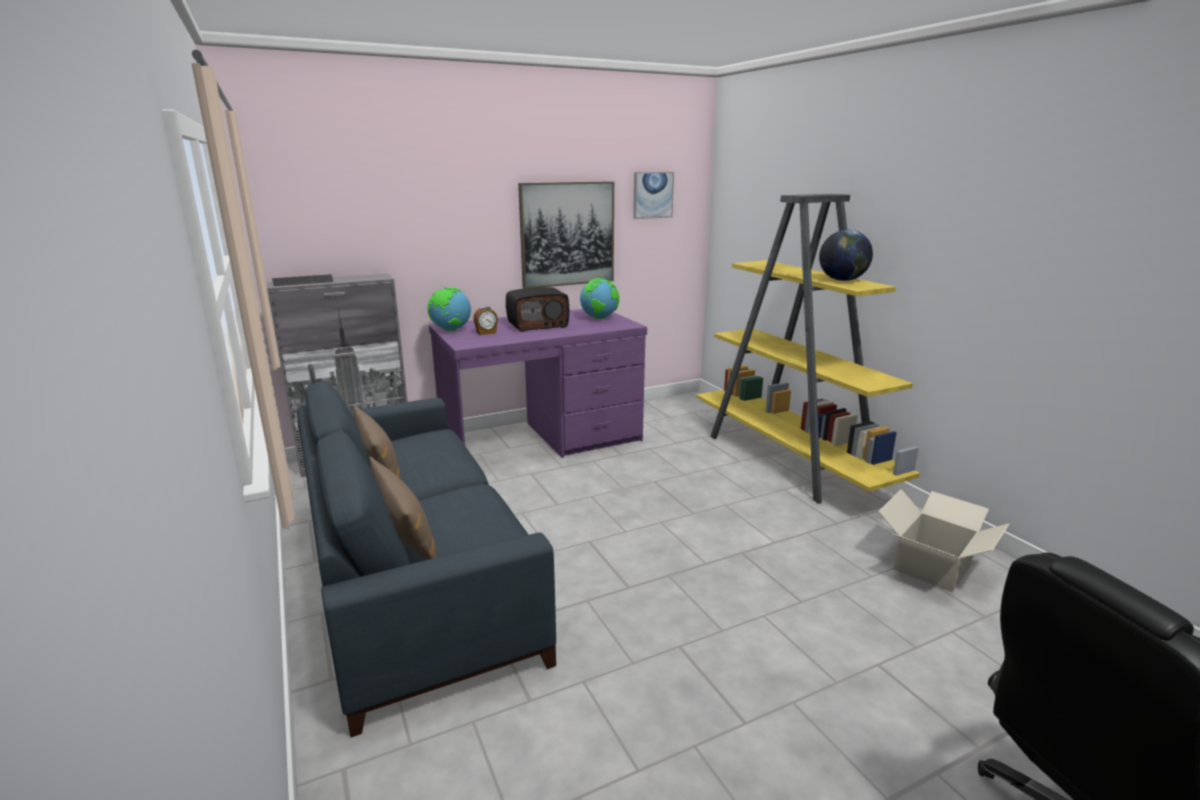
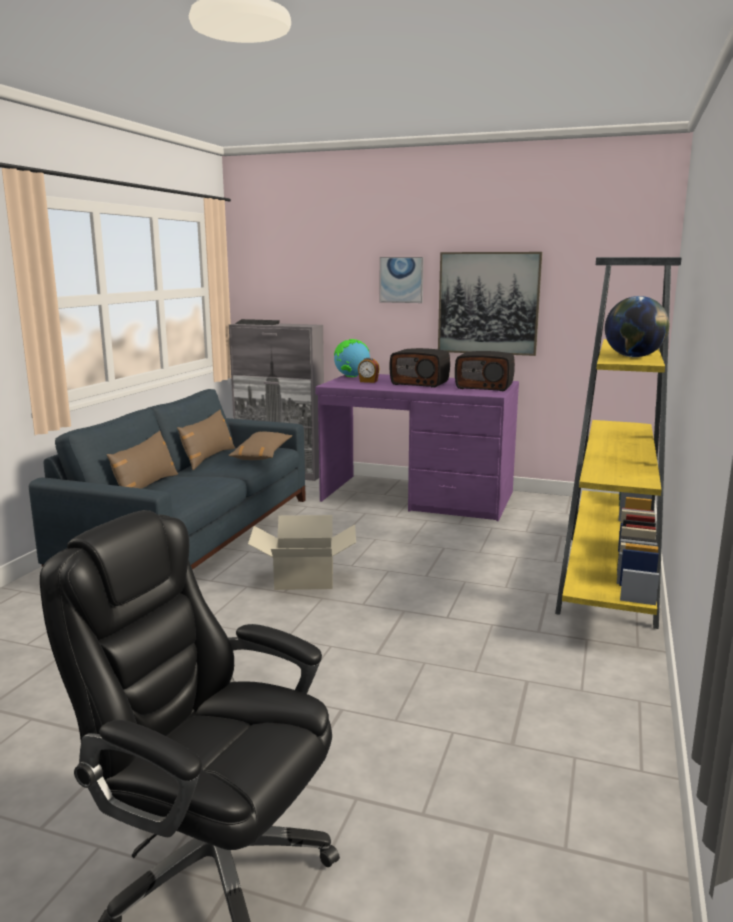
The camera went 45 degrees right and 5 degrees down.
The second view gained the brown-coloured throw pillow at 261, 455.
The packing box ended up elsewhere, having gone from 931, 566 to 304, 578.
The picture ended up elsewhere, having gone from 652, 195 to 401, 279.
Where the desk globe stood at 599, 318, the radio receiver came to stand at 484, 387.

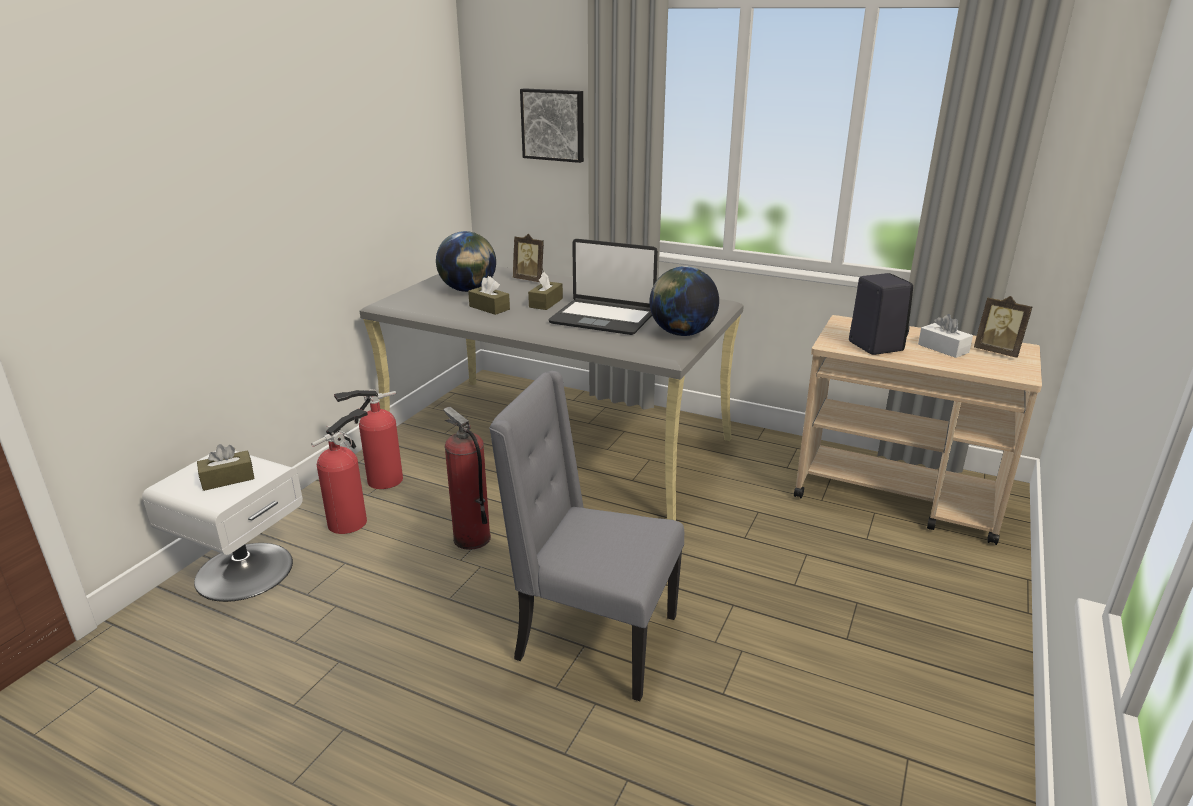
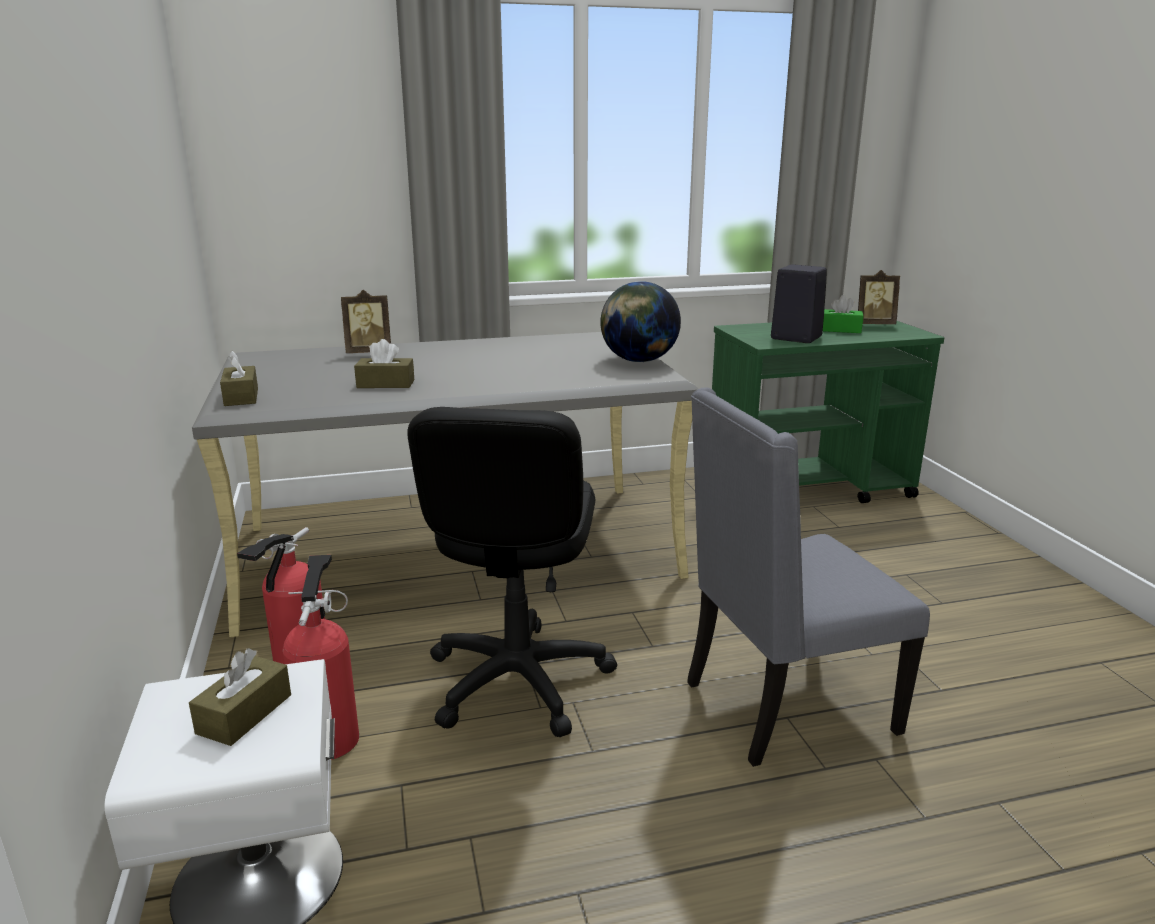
The camera went 40 degrees left and 5 degrees down.
The brown-coloured box of tissues ended up elsewhere, having gone from 546, 303 to 241, 397.
Where the fire extinguisher stood at 471, 538, the black-coloured desk chair came to stand at 517, 680.
What was the sand-coloured wheeled cart at 898, 497 turned into the green wheeled cart at 809, 489.
What was the white-coloured box of tissues at 943, 348 turned into the green box of tissues at 839, 330.
The second view lost the desk globe at 468, 290.
The second view lost the picture at 553, 125.
The second view lost the laptop at 603, 318.

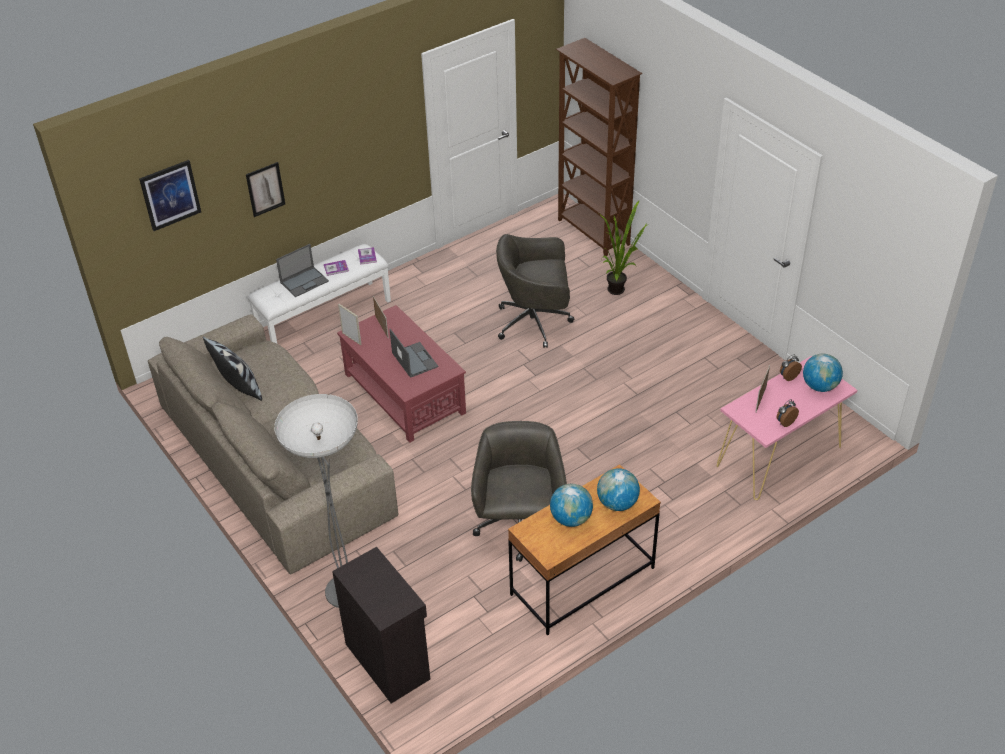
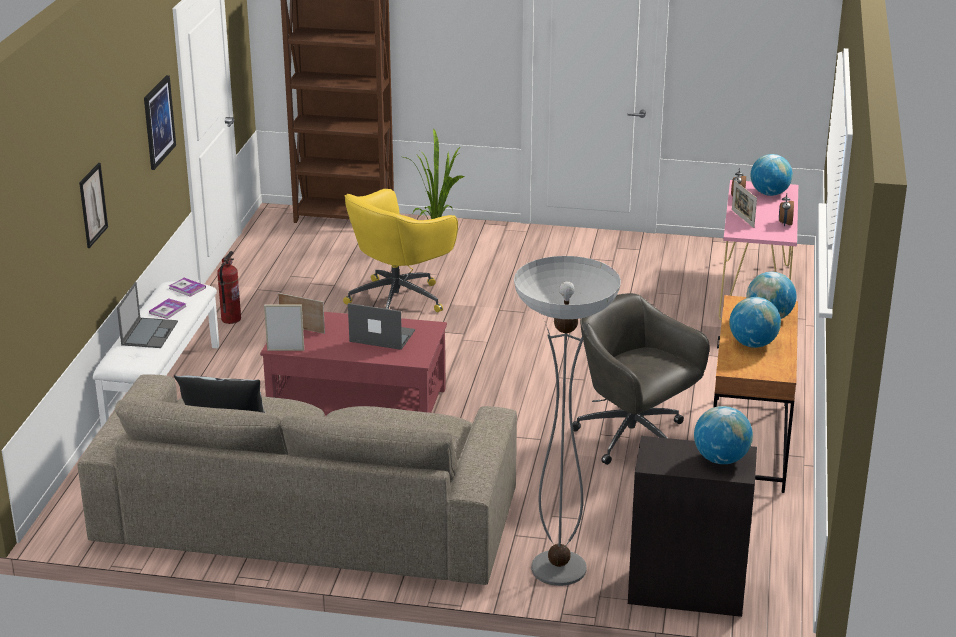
The camera went 45 degrees left and 15 degrees down.
The picture ended up elsewhere, having gone from 170, 195 to 158, 122.
The second view gained the fire extinguisher at 231, 319.
What was the greyish desk chair at 535, 322 turned into the yellow desk chair at 399, 299.
The second view gained the desk globe at 721, 459.

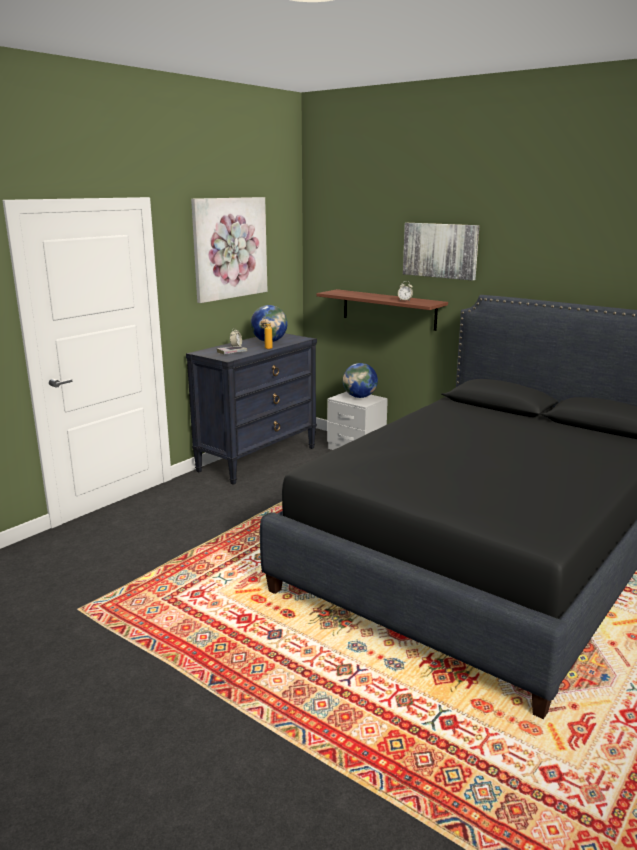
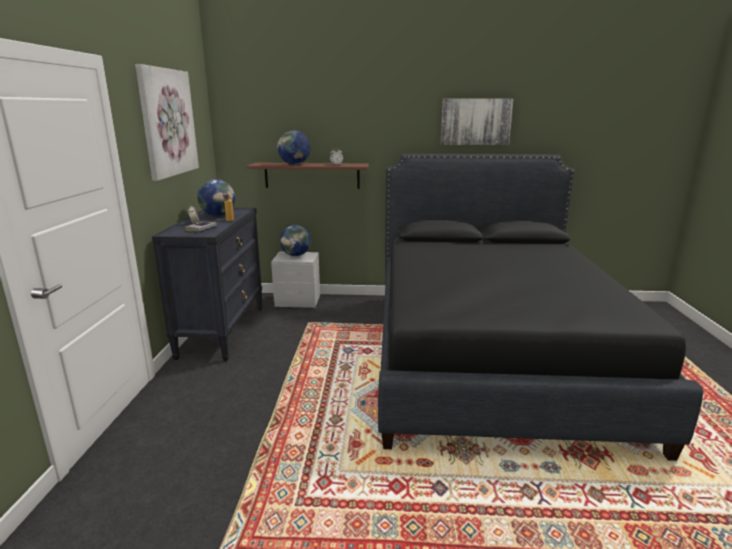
The camera went 35 degrees left and 0 degrees up.
The second view gained the desk globe at 294, 164.
The picture ended up elsewhere, having gone from 440, 250 to 475, 122.

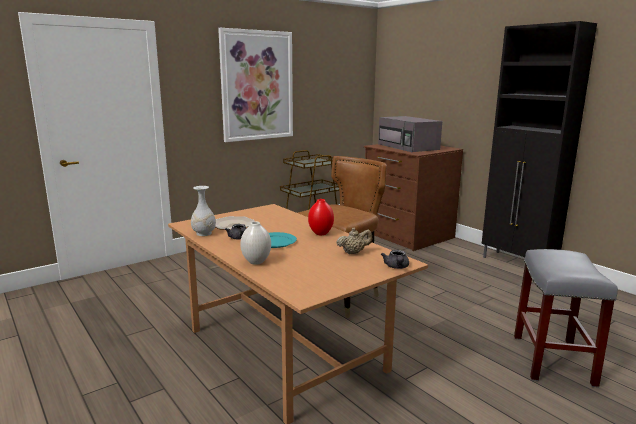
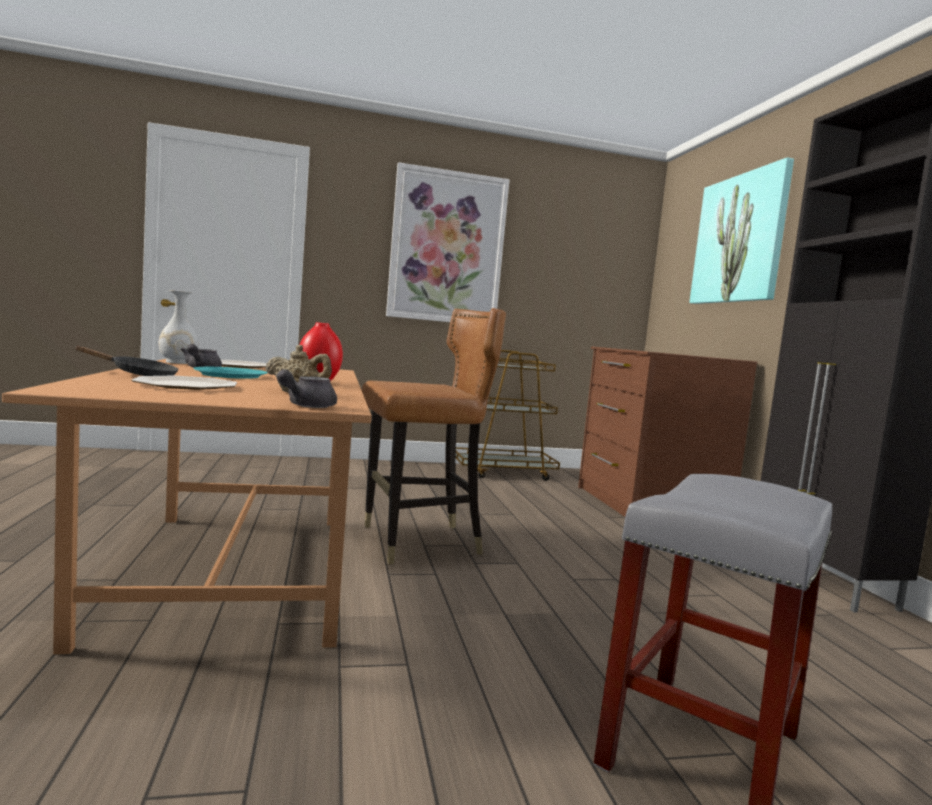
The camera went 25 degrees right and 10 degrees down.
Where the white-coloured vase stood at 256, 262, the black-coloured frying pan came to stand at 138, 375.
The second view gained the plate at 187, 385.
The second view gained the picture at 740, 239.
The second view lost the greyish kitchen microwave at 408, 147.

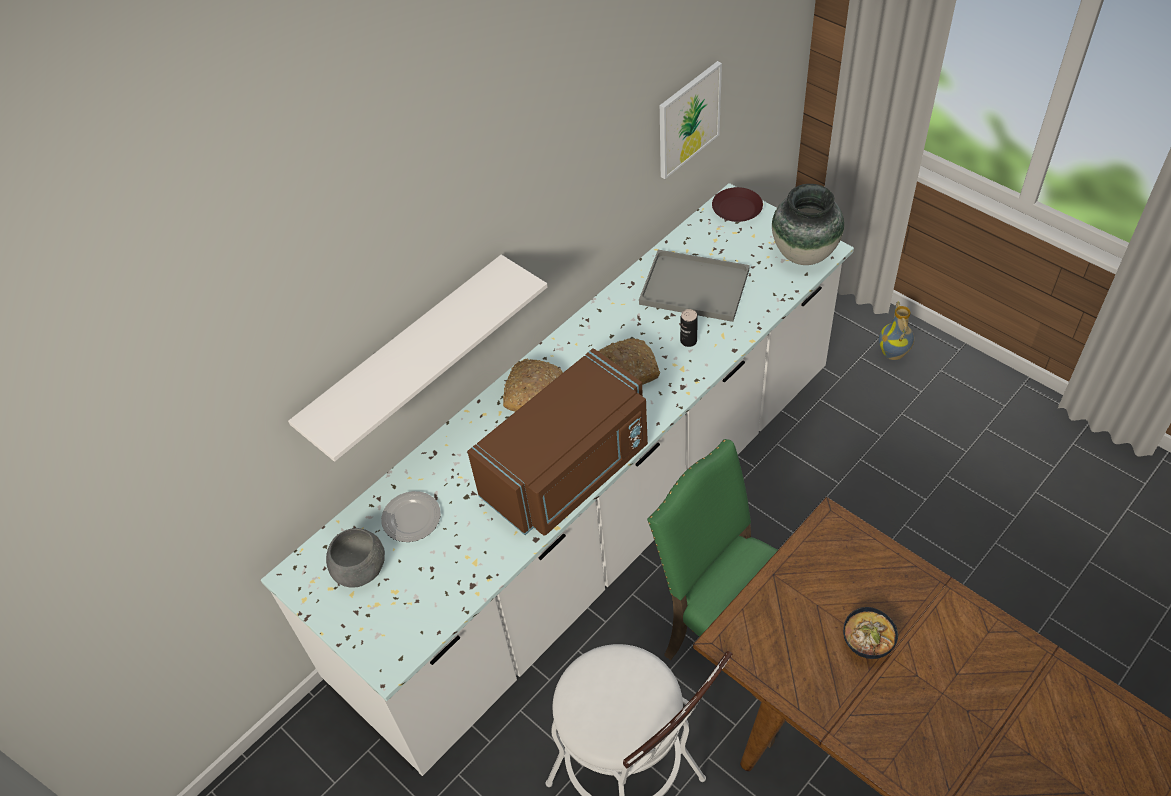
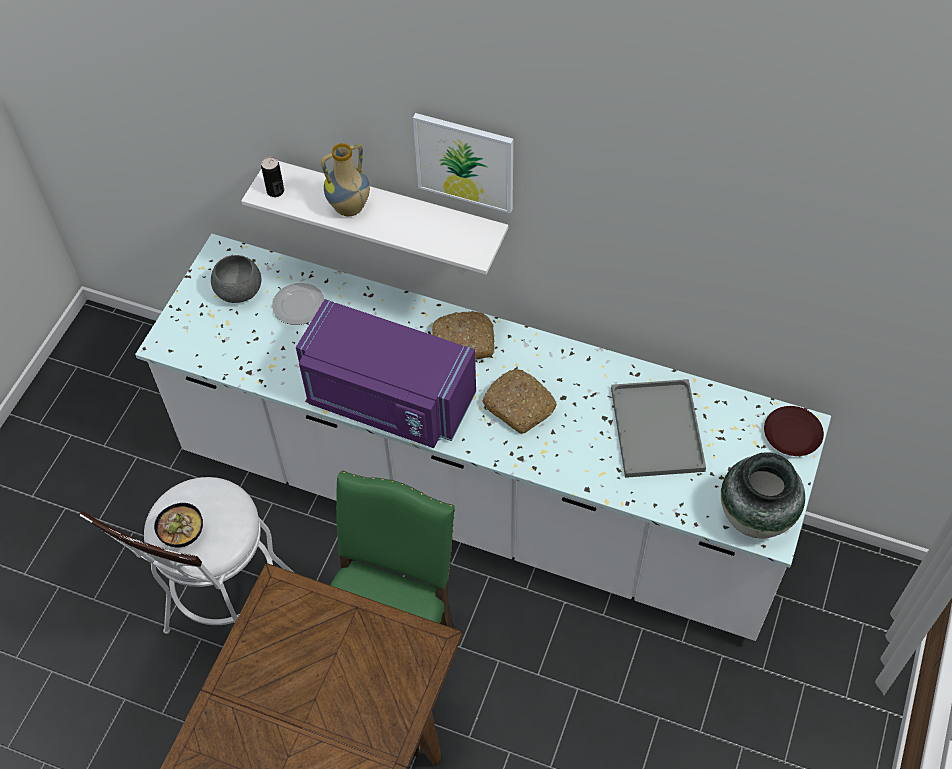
The camera went 65 degrees right and 5 degrees up.
The serving bowl ended up elsewhere, having gone from 866, 644 to 182, 534.
The sealed can ended up elsewhere, having gone from 688, 341 to 275, 191.
What was the brown-coloured kitchen microwave at 569, 471 turned into the purplish kitchen microwave at 387, 400.
The vase ended up elsewhere, having gone from 894, 353 to 349, 209.
The picture ended up elsewhere, having gone from 688, 119 to 465, 162.

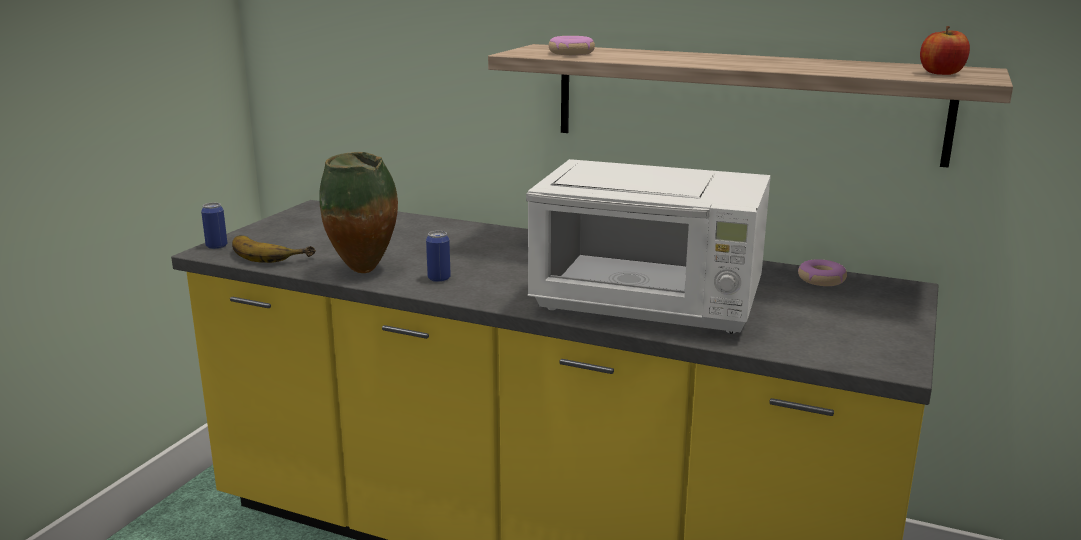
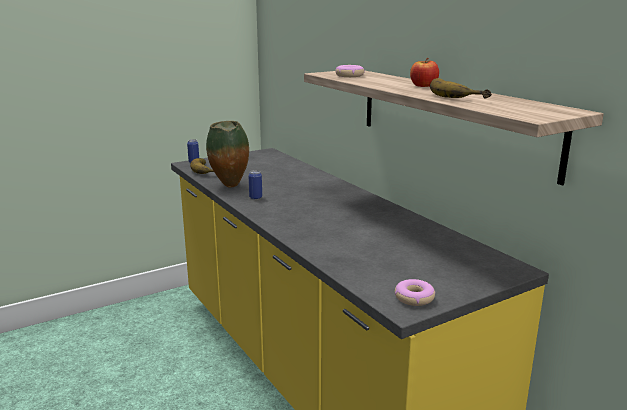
The camera went 35 degrees right and 0 degrees up.
The doughnut ended up elsewhere, having gone from 821, 280 to 414, 298.
The apple fruit ended up elsewhere, having gone from 941, 73 to 423, 86.
The second view gained the banana at 458, 95.
The second view lost the white-coloured kitchen microwave at 649, 306.

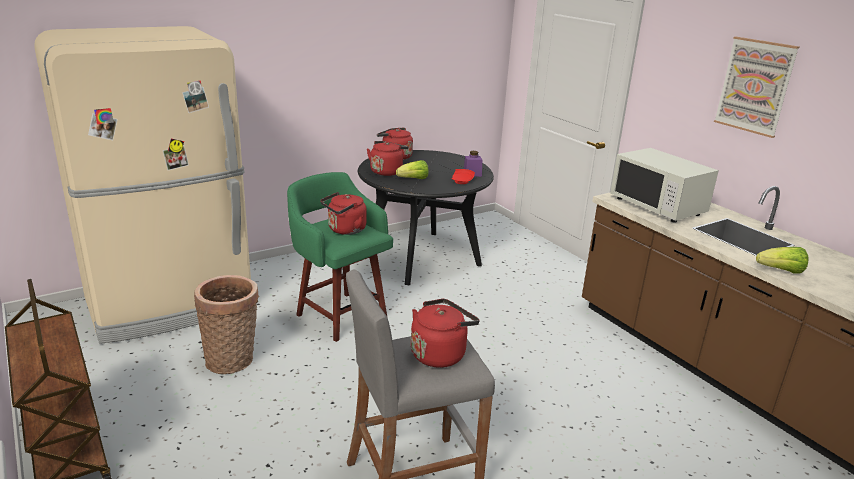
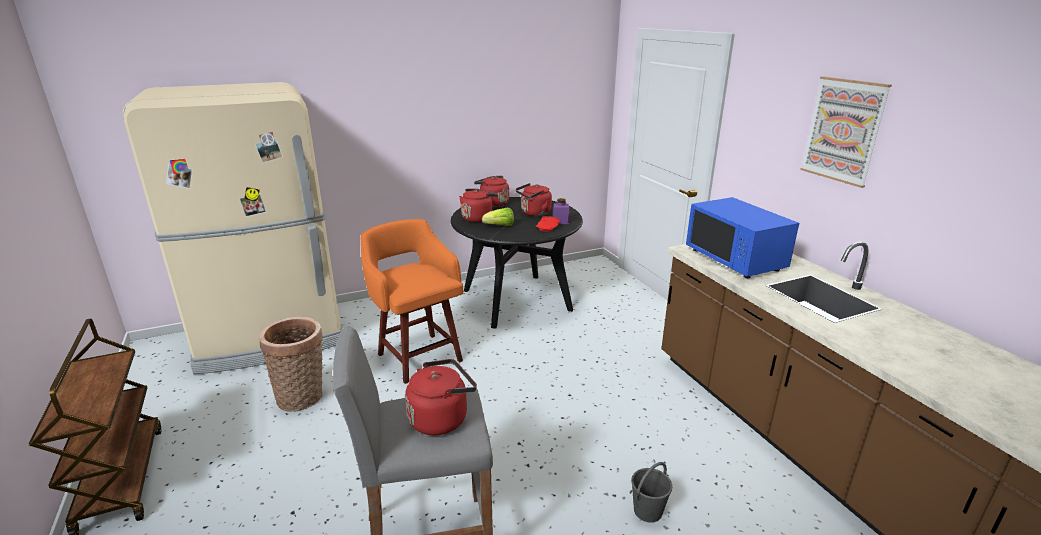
The camera went 10 degrees right and 0 degrees up.
What was the green sitting stool at 339, 315 turned into the orange sitting stool at 418, 356.
The reddish kettle ended up elsewhere, having gone from 345, 230 to 534, 213.
The second view gained the greyish bucket at 647, 511.
What was the white-coloured kitchen microwave at 657, 206 turned into the blue kitchen microwave at 735, 259.
The second view lost the lettuce head at 781, 271.

